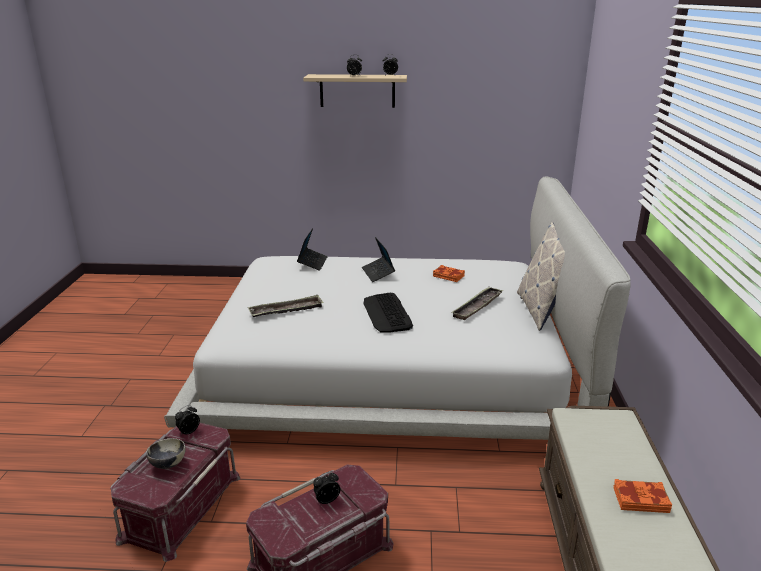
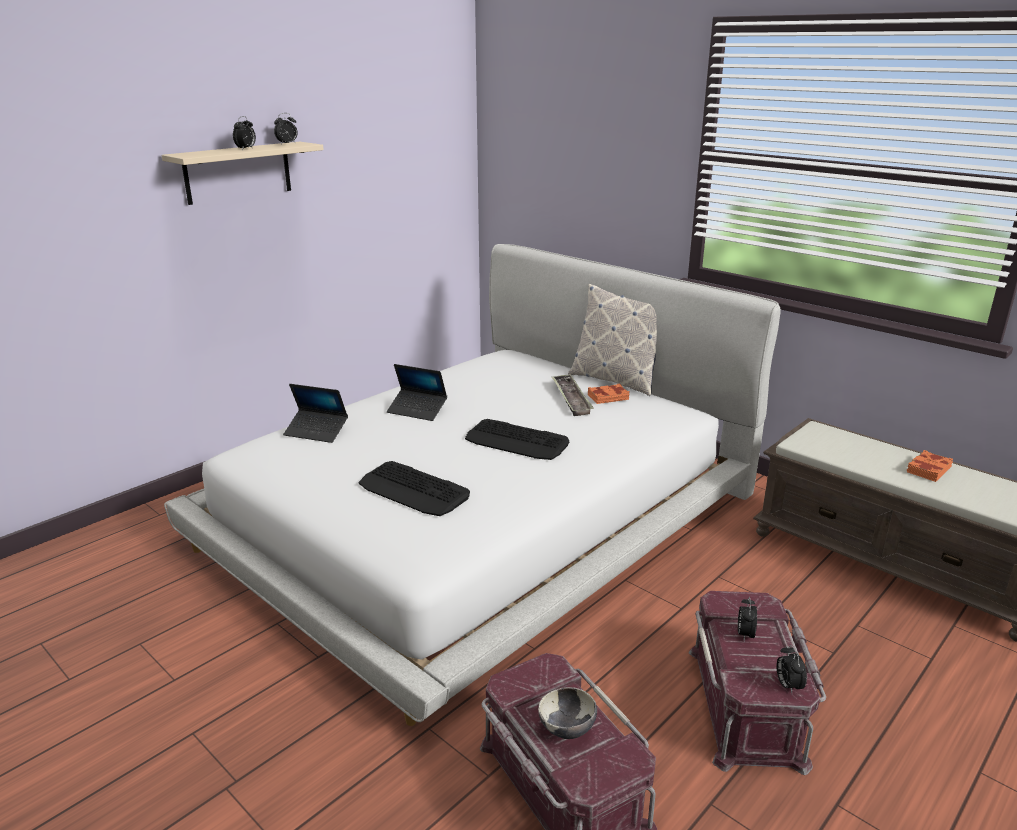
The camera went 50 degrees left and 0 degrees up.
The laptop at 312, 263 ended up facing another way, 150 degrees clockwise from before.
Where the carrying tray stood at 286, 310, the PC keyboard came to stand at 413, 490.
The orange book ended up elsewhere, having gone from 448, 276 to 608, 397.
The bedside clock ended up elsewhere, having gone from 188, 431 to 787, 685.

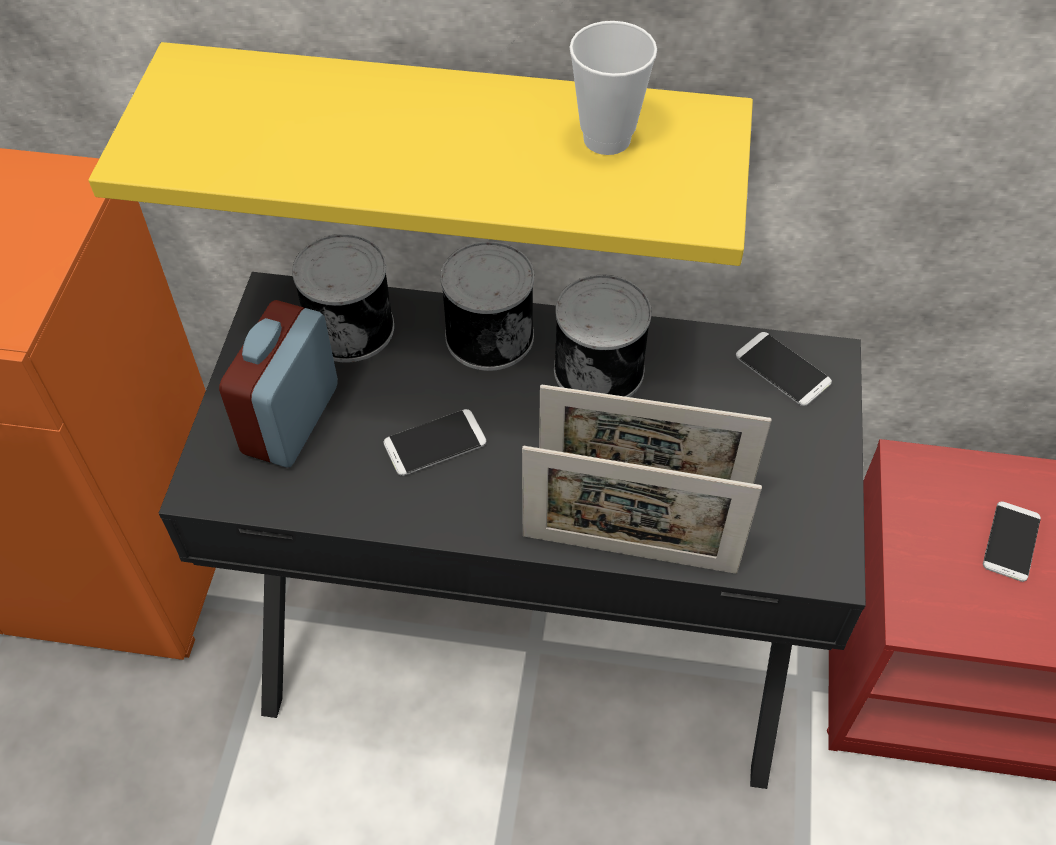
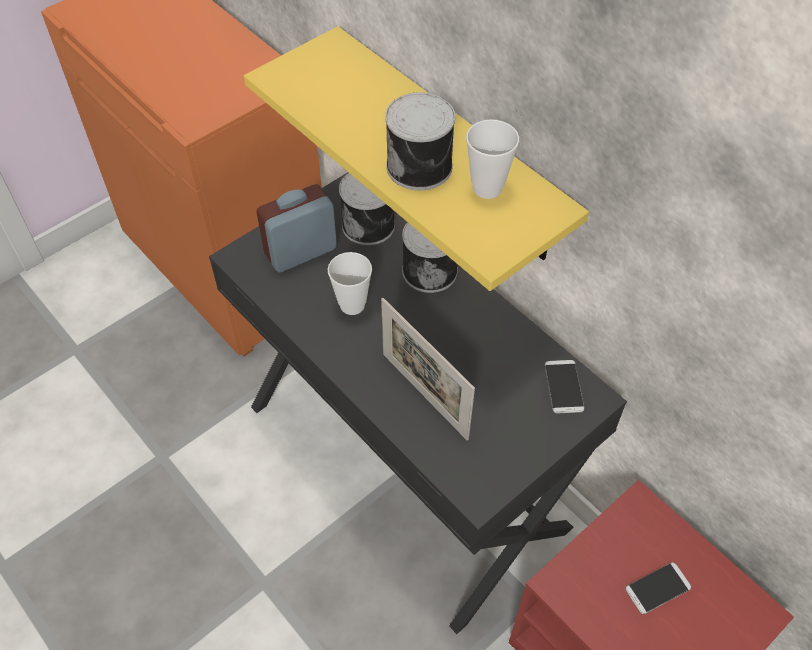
The camera went 40 degrees right and 0 degrees up.
Where the phone stood at 435, 443, the cup came to stand at 352, 305.
The sealed can ended up elsewhere, having gone from 600, 368 to 421, 166.
The second view lost the photo frame at 628, 553.

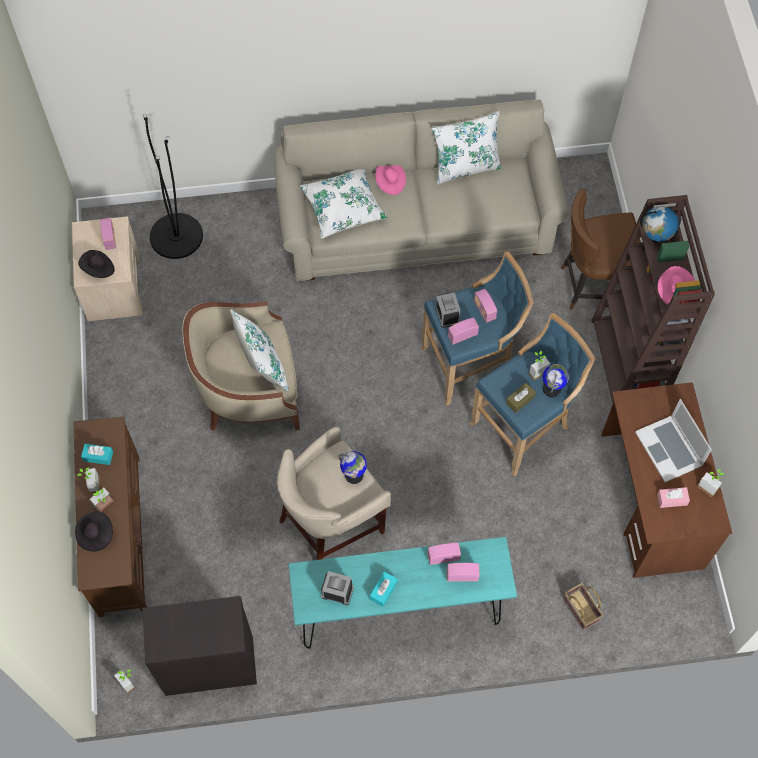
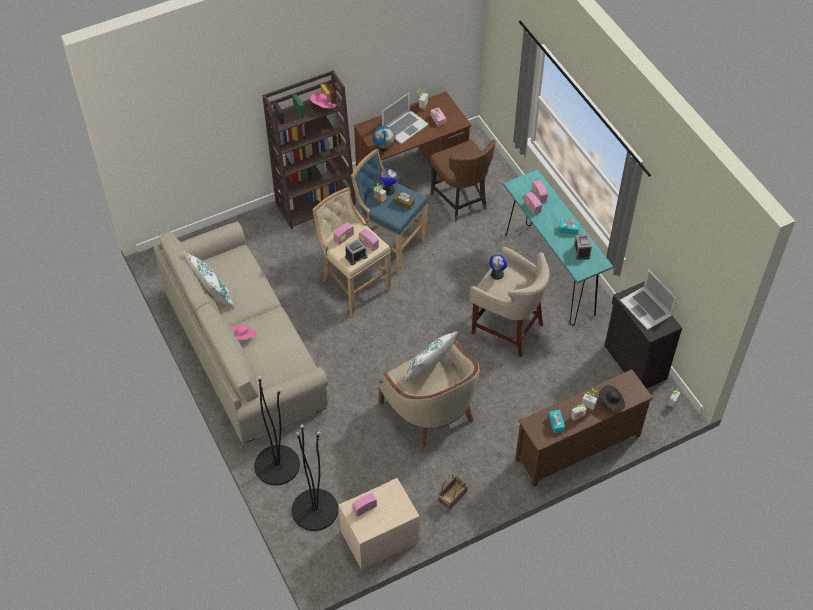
The camera went 110 degrees left and 10 degrees down.
The second view gained the black-coloured standard lamp at 277, 465.
What was the blue sitting stool at 471, 363 turned into the sand-coloured sitting stool at 353, 285.
The desk globe ended up elsewhere, having gone from 655, 238 to 384, 149.
The brown-coloured plain chair ended up elsewhere, having gone from 593, 284 to 460, 201.
The household basket ended up elsewhere, having gone from 579, 609 to 452, 498.
The second view gained the laptop at 646, 308.
The second view lost the black-coloured hat at 98, 269.
The second view lost the white-coloured throw pillow at 343, 208.

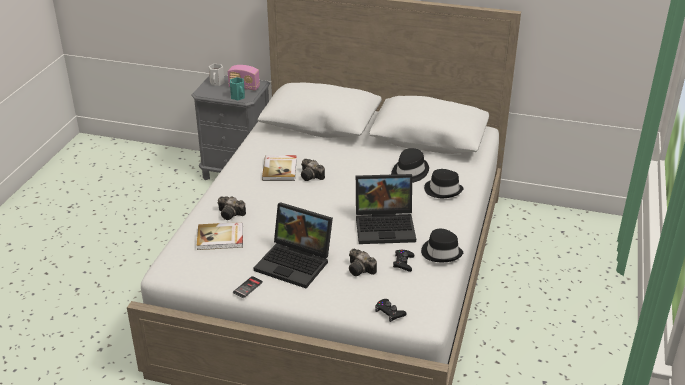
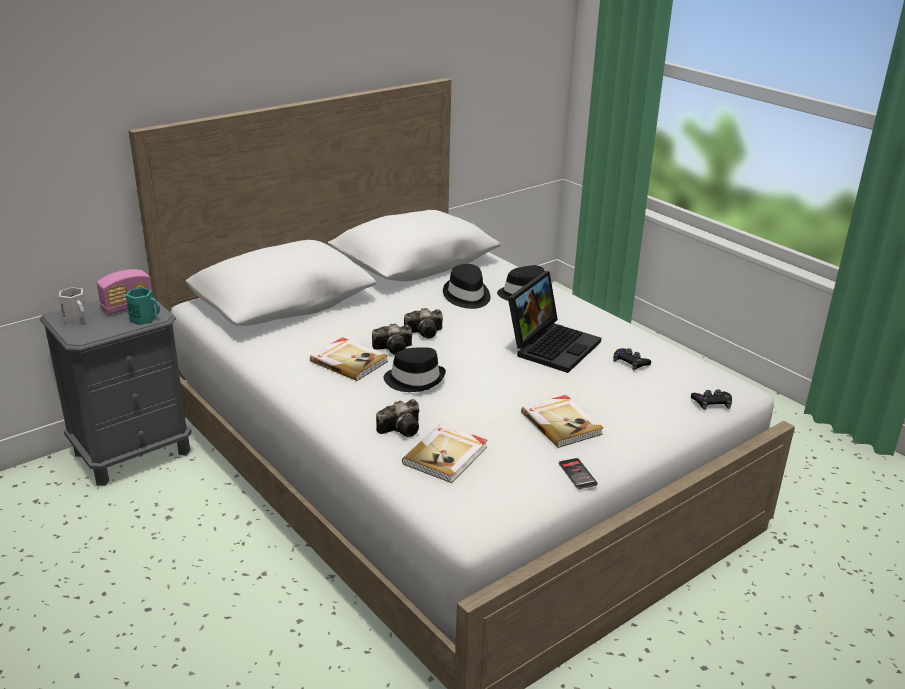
The camera went 55 degrees left and 5 degrees down.
The black-coloured hat ended up elsewhere, having gone from 441, 252 to 415, 379.
The photo camera ended up elsewhere, having gone from 361, 270 to 426, 332.
Where the laptop stood at 296, 263, the book came to stand at 561, 423.

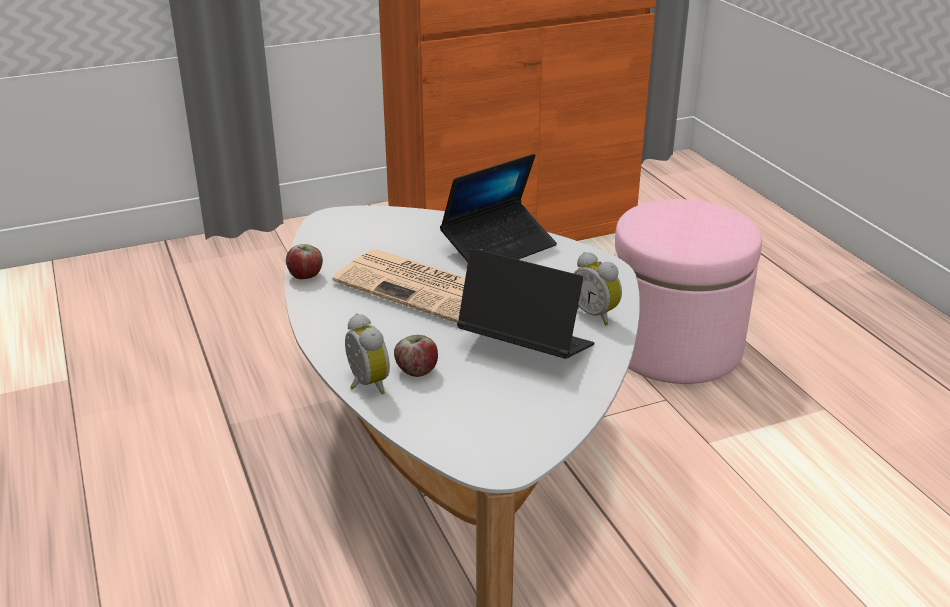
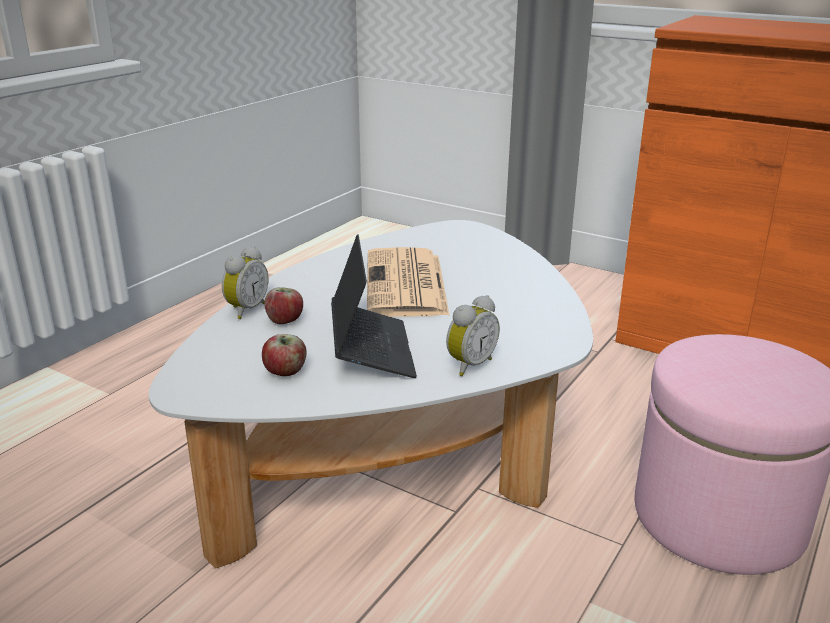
The camera went 55 degrees right and 5 degrees down.
The apple fruit ended up elsewhere, having gone from 306, 276 to 285, 372.
The bedside clock at 596, 314 ended up facing another way, 150 degrees counterclockwise from before.
The second view lost the laptop at 499, 247.

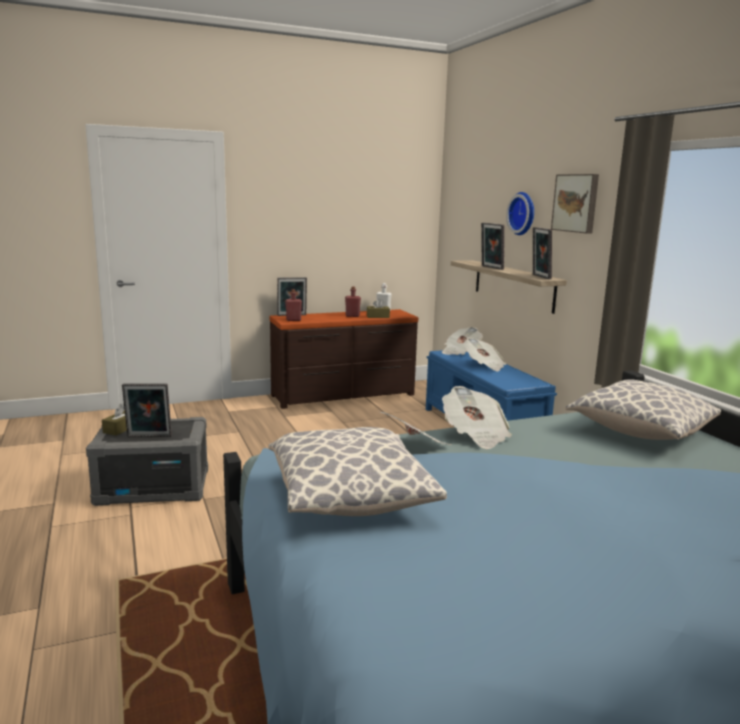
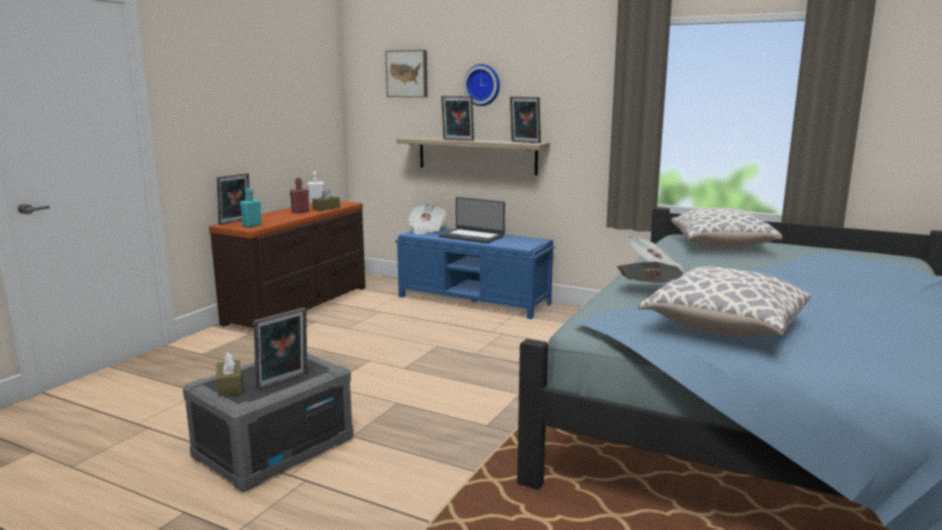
The camera went 40 degrees left and 0 degrees up.
What was the reddish beverage bottle at 293, 320 turned into the blue-green beverage bottle at 252, 225.
The picture ended up elsewhere, having gone from 576, 203 to 407, 73.
Where the daily paper stood at 484, 366, the laptop came to stand at 472, 236.

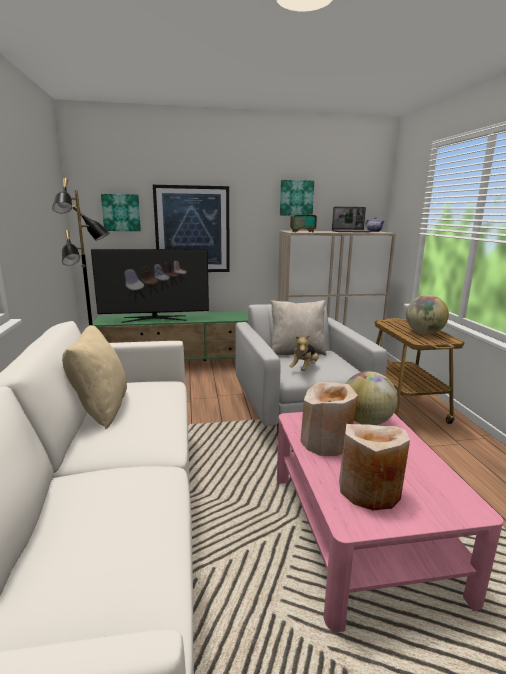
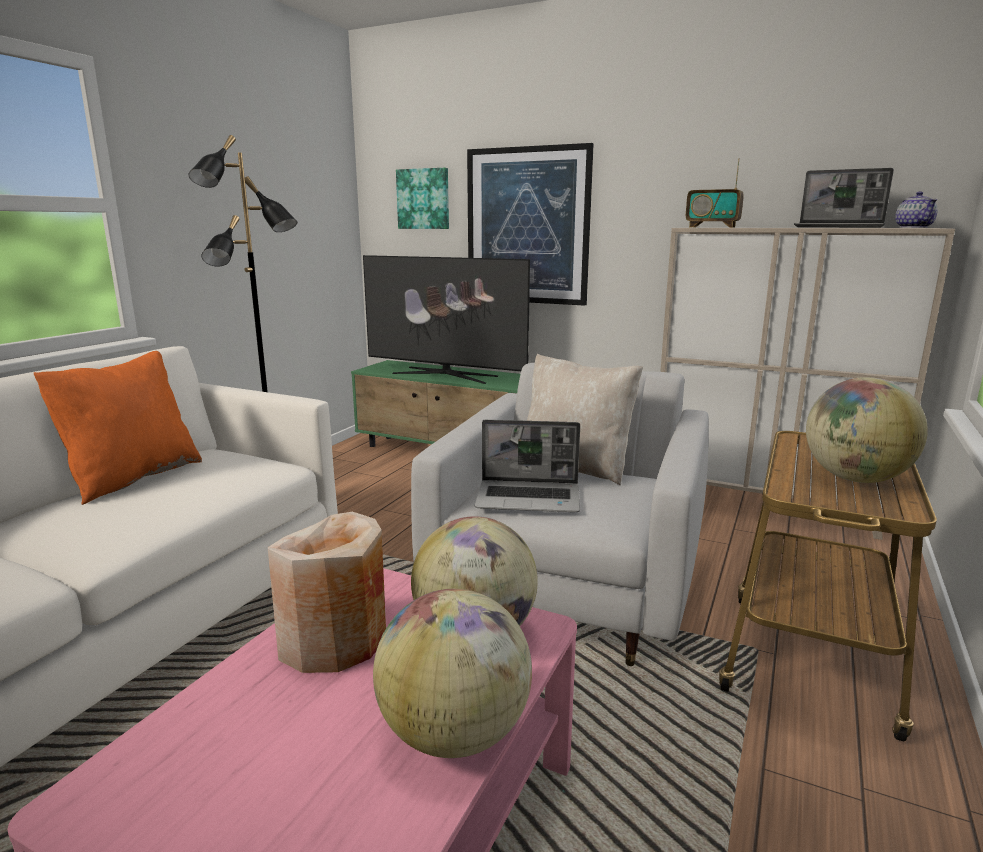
The camera went 35 degrees right and 0 degrees up.
What was the sand-coloured throw pillow at 101, 409 turned into the orange throw pillow at 132, 478.
The second view gained the desk globe at 454, 733.
Where the plush toy stood at 304, 369, the laptop came to stand at 529, 498.
The second view lost the picture at 296, 198.
The second view lost the sand-coloured vase at 369, 490.

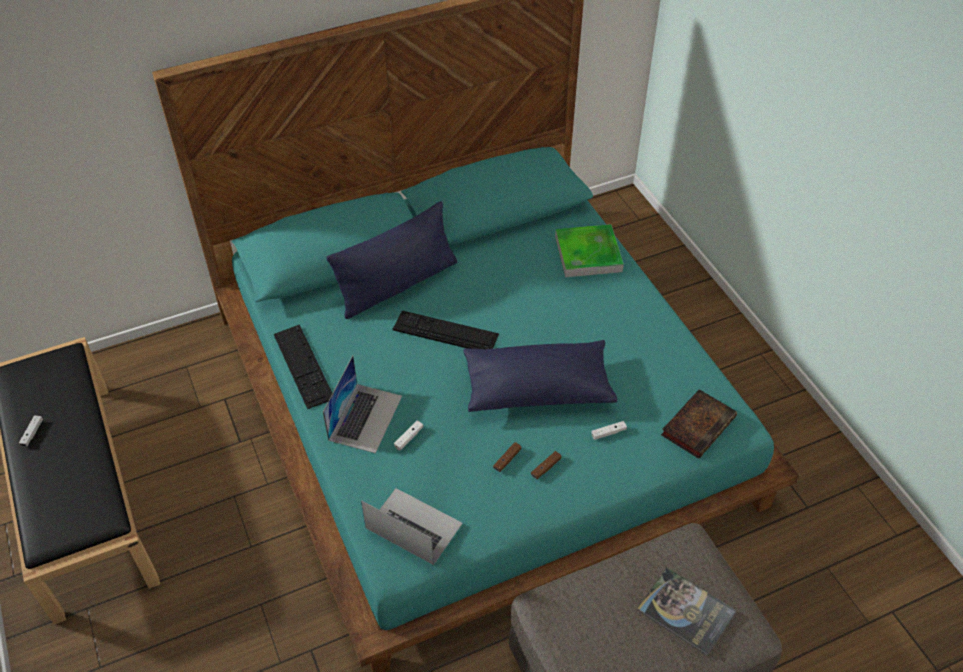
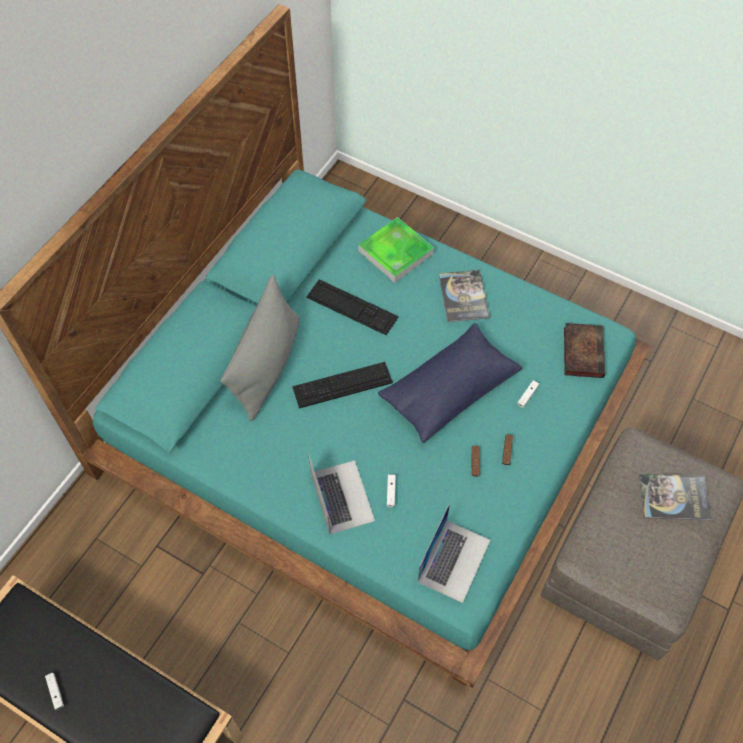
The camera went 35 degrees left and 10 degrees up.
What was the blue throw pillow at 397, 285 turned into the greyish throw pillow at 267, 365.
The PC keyboard ended up elsewhere, having gone from 303, 366 to 352, 307.
The laptop at 413, 525 ended up facing another way, 120 degrees clockwise from before.
The second view gained the book at 463, 296.

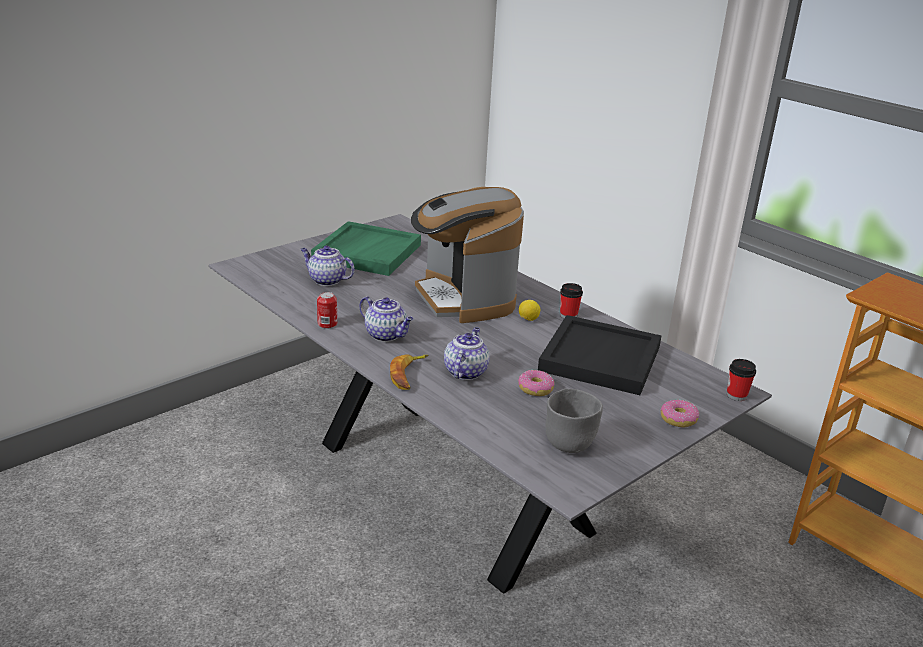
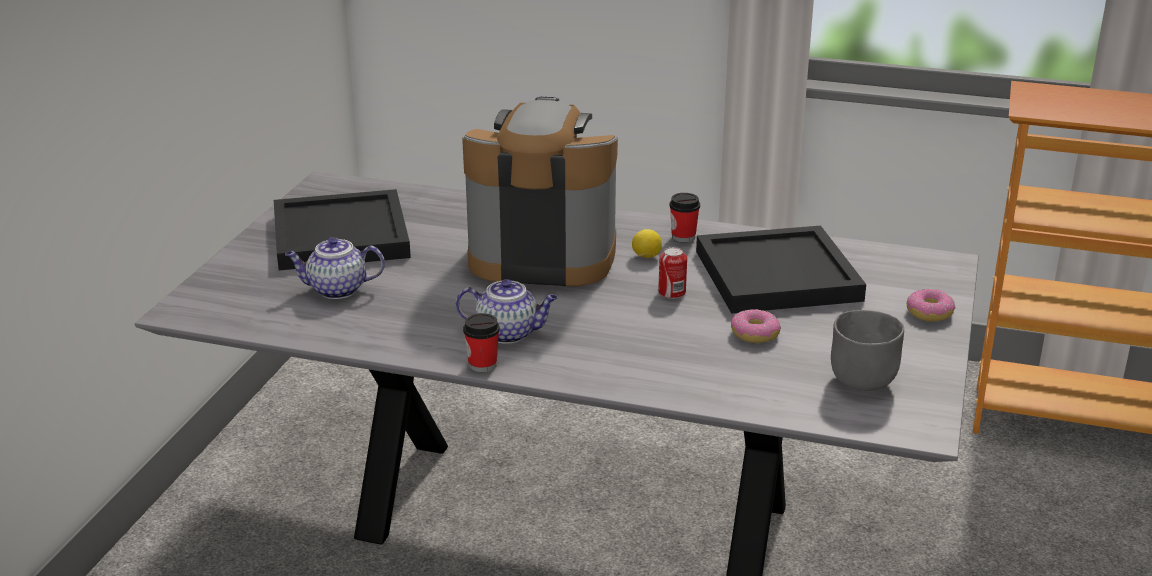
The camera went 30 degrees left and 0 degrees up.
What was the green carrying tray at 367, 252 turned into the black-coloured carrying tray at 339, 235.
The coffee machine at 464, 299 ended up facing another way, 150 degrees clockwise from before.
The cup ended up elsewhere, having gone from 736, 395 to 482, 365.
The sealed can ended up elsewhere, having gone from 327, 324 to 672, 292.
The second view lost the banana at 408, 375.
The second view lost the tea pot at 465, 371.

